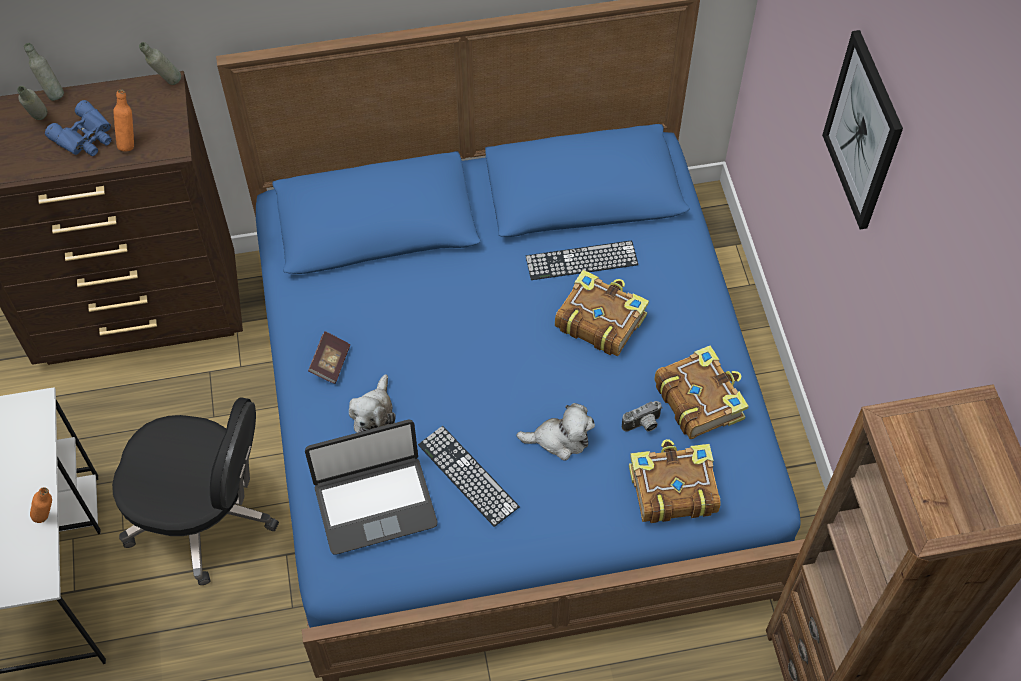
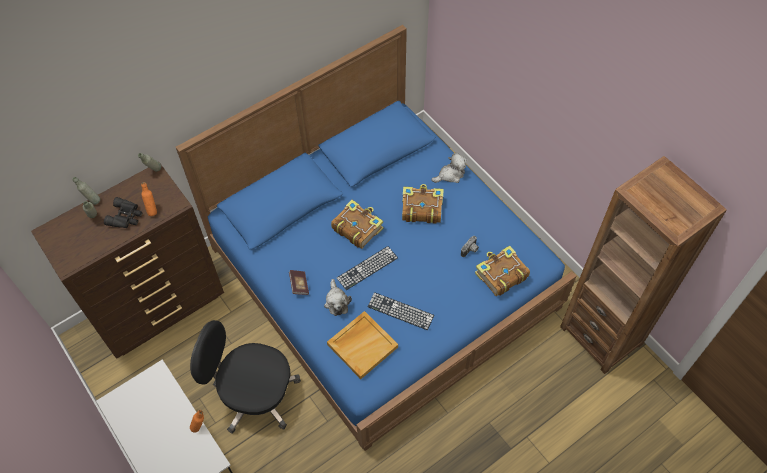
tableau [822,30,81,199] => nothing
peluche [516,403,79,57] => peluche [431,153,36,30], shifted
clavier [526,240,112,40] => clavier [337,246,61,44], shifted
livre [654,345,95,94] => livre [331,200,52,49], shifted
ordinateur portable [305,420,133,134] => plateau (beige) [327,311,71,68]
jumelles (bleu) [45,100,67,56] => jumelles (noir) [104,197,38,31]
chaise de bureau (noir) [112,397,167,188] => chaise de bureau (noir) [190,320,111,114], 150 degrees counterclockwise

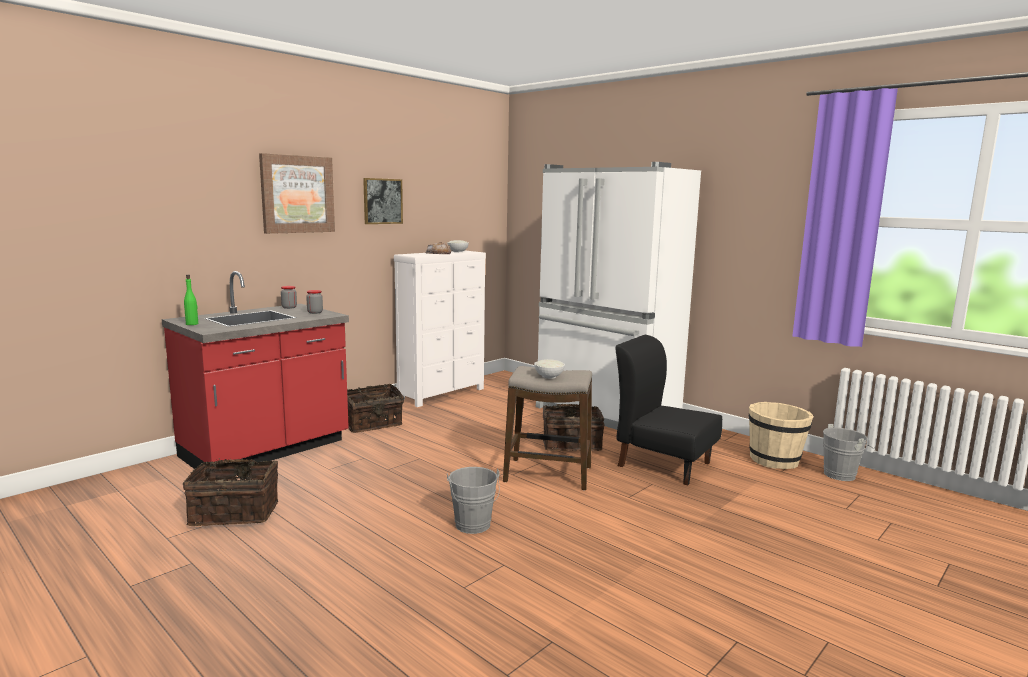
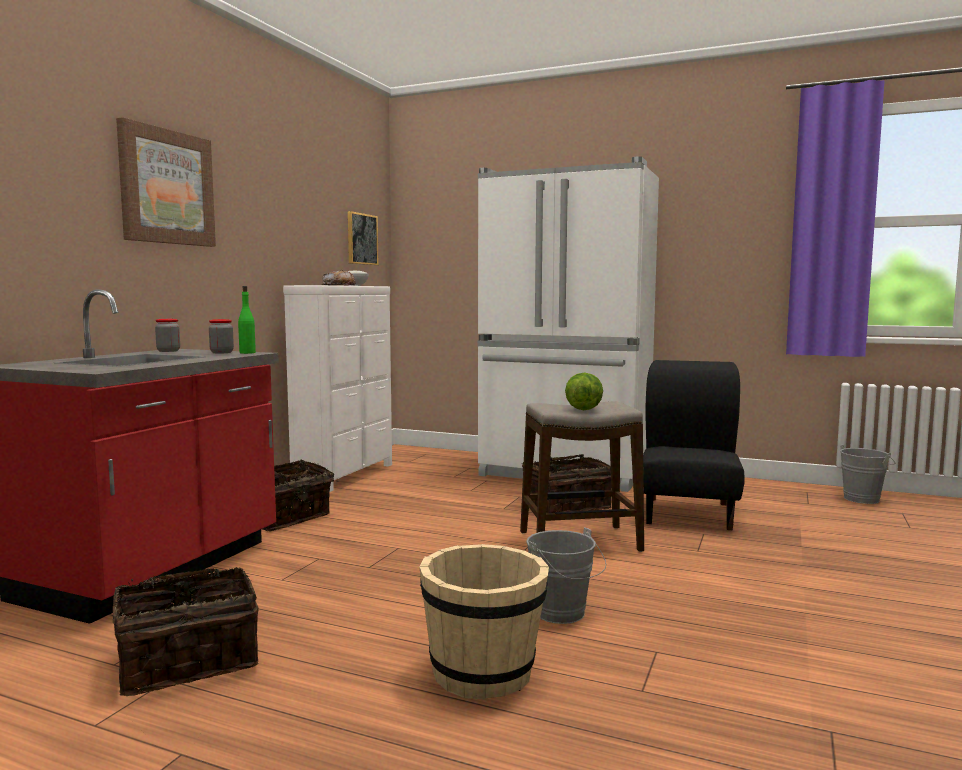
bouteille (vert) [184,275,14,50] => bouteille (vert) [238,286,18,68], shifted
tableau [363,178,40,46] => tableau [348,211,31,54], shifted
seau (beige) [749,402,65,67] => seau (beige) [419,544,130,156], shifted
bol (blanc) [534,359,31,20] => laitue [565,373,38,37]
chaise (noir) [615,335,107,151] => chaise (noir) [643,360,102,170], 90 degrees clockwise

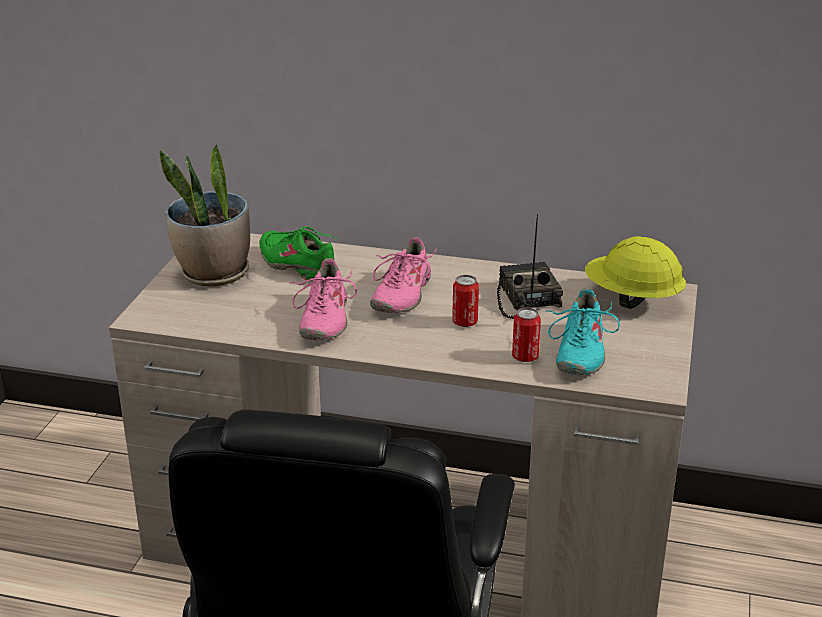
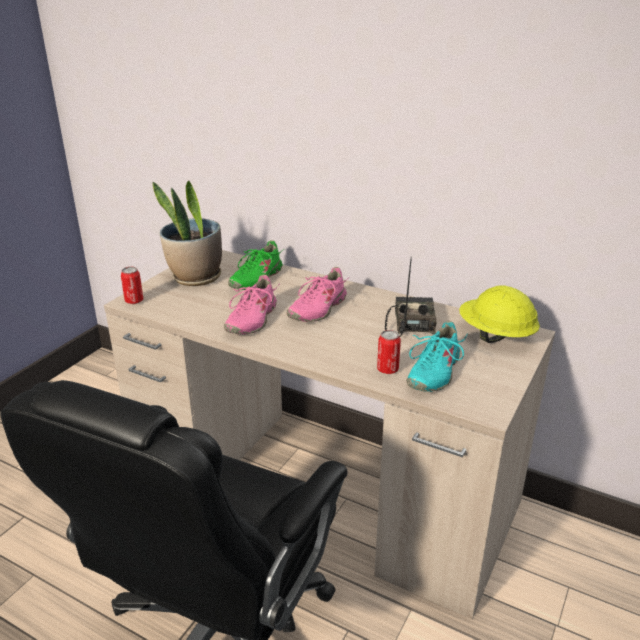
boîte métallique [452,275,27,52] => boîte métallique [121,267,22,37], shifted
chaussure (vert) [259,227,79,55] => chaussure (vert) [228,240,56,50], 120 degrees counterclockwise

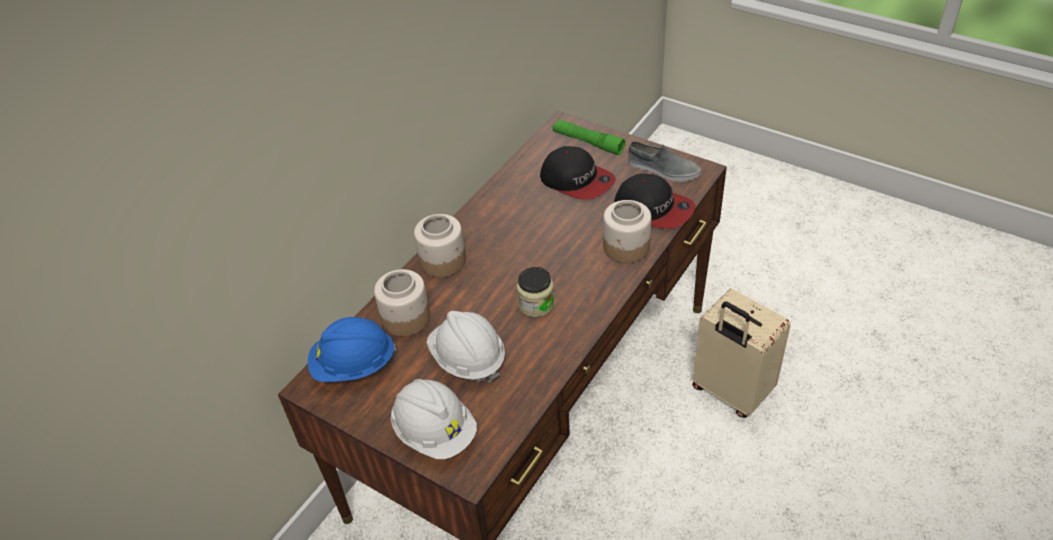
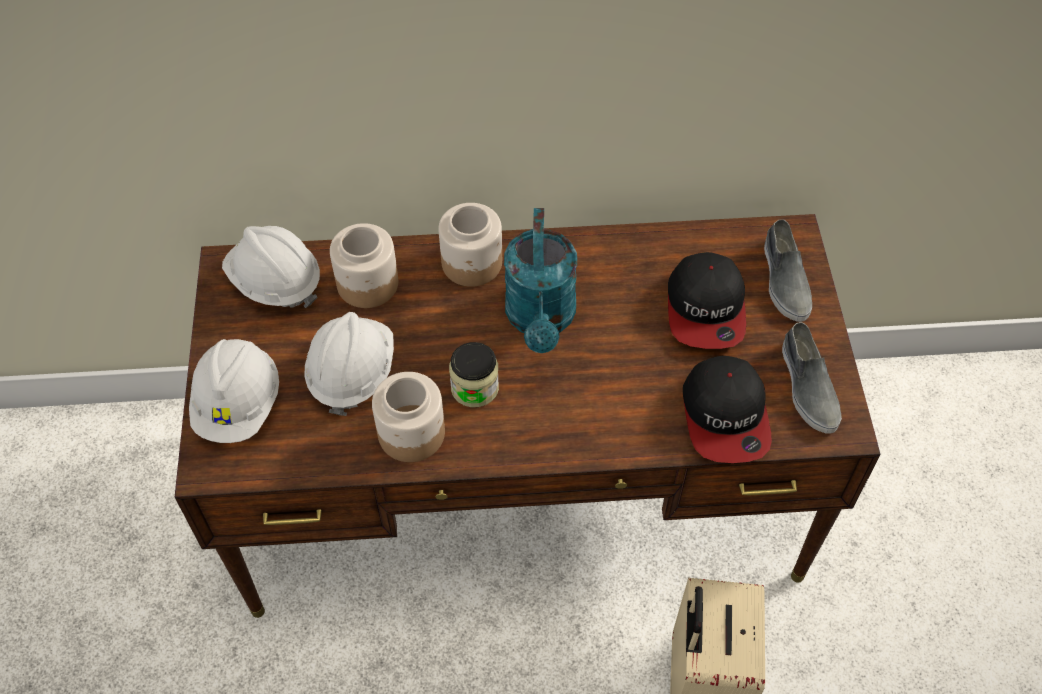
nothing => arrosoir (turquoise) [504,208,73,145]
bocal [603,200,49,64] => bocal [372,372,73,90], shifted
lampe de poche (vert) [553,119,73,36] => chaussure (gris) [764,219,48,103]
casque de chantier (bleu) [308,317,88,65] => casque de chantier (blanc) [222,226,98,82]

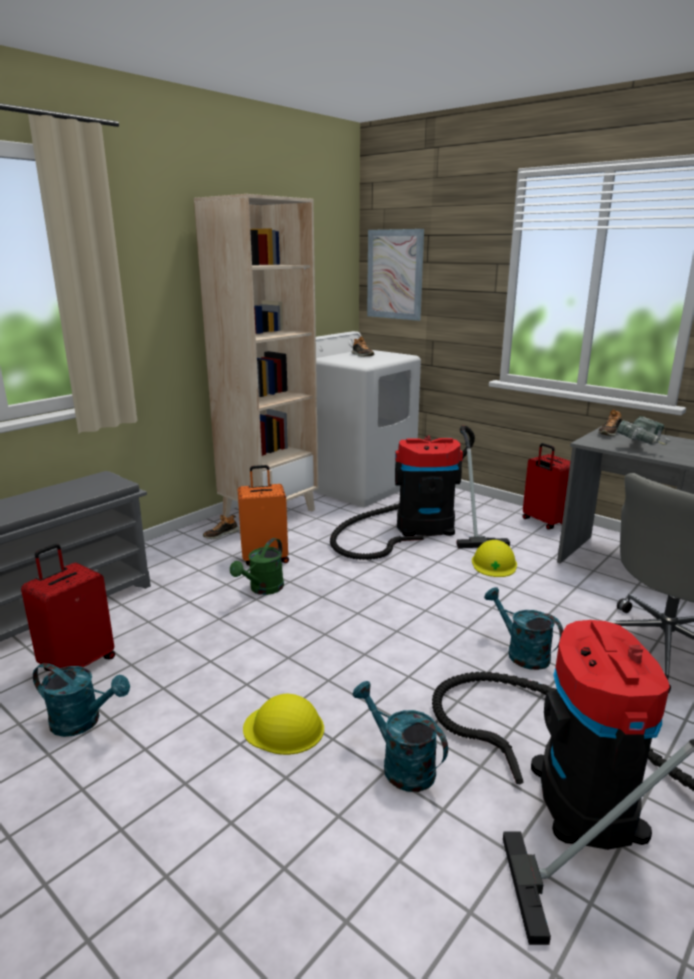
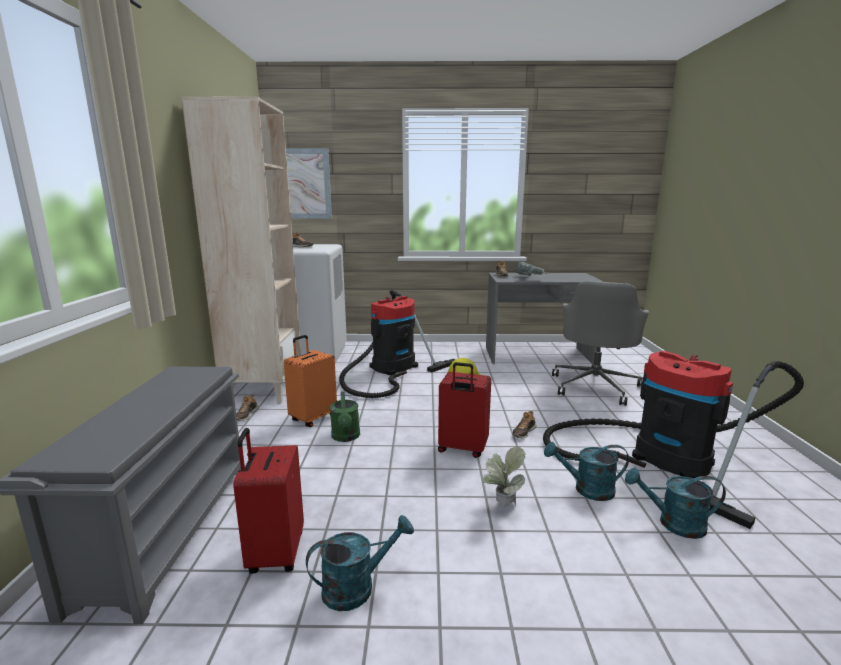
nothing => chaussure [512,411,25,27]
arrosoir (turquoise) [484,587,79,83] => arrosoir (turquoise) [625,468,101,71], shifted
valise (rouge) [522,443,48,87] => valise (rouge) [438,362,53,96], shifted
casque de chantier (jaune) [243,694,81,61] => plante en pot [483,447,42,59]

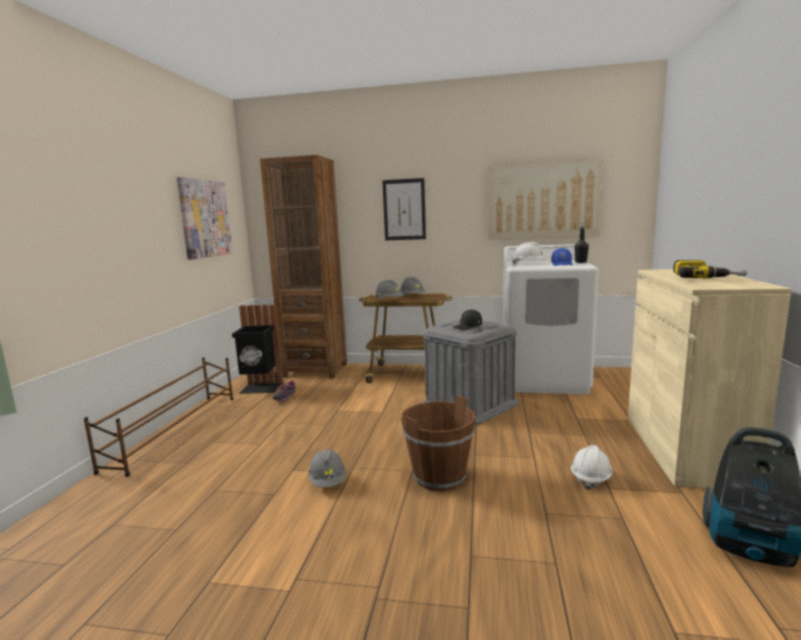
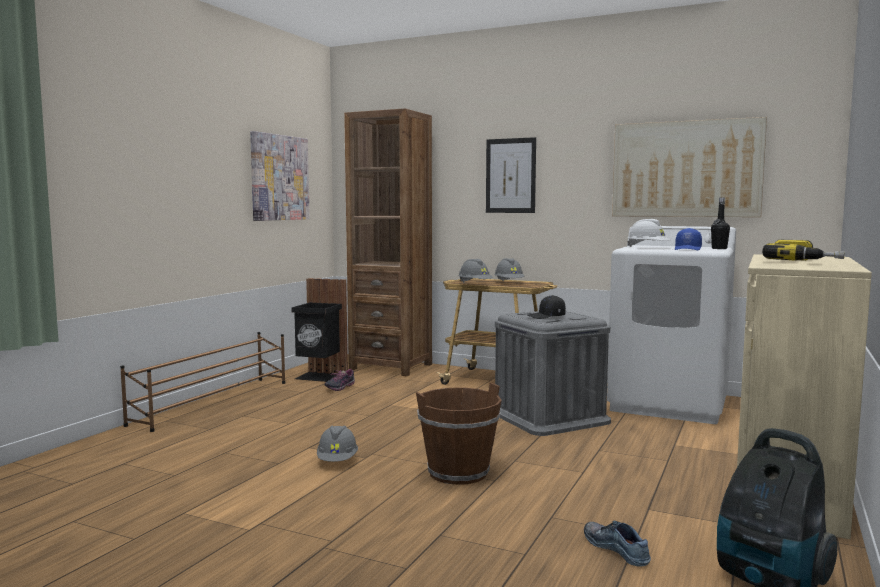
casque de chantier (blanc) [571,445,41,45] => nothing
nothing => chaussure [584,520,67,47]

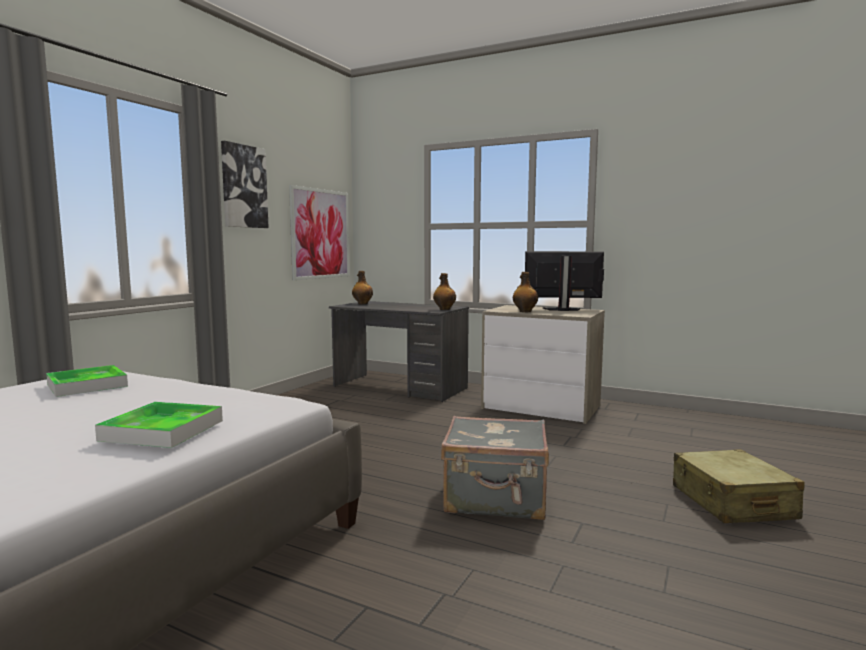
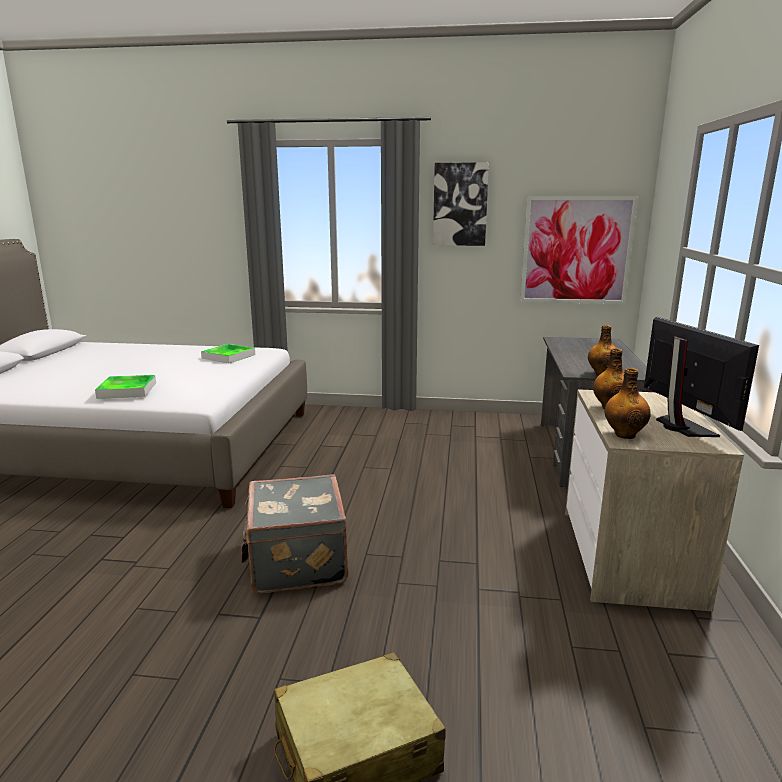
bouteille [352,271,21,33] => bouteille [605,368,46,71], shifted

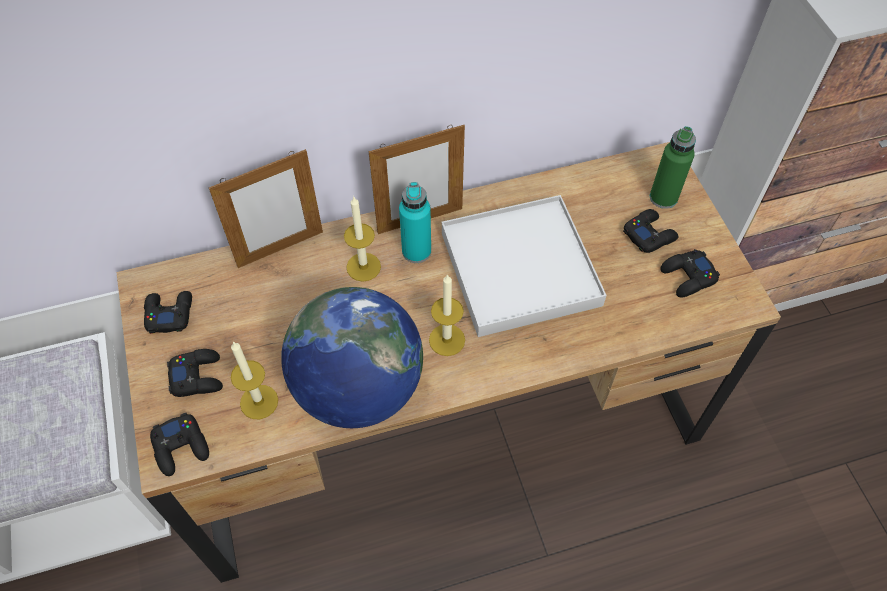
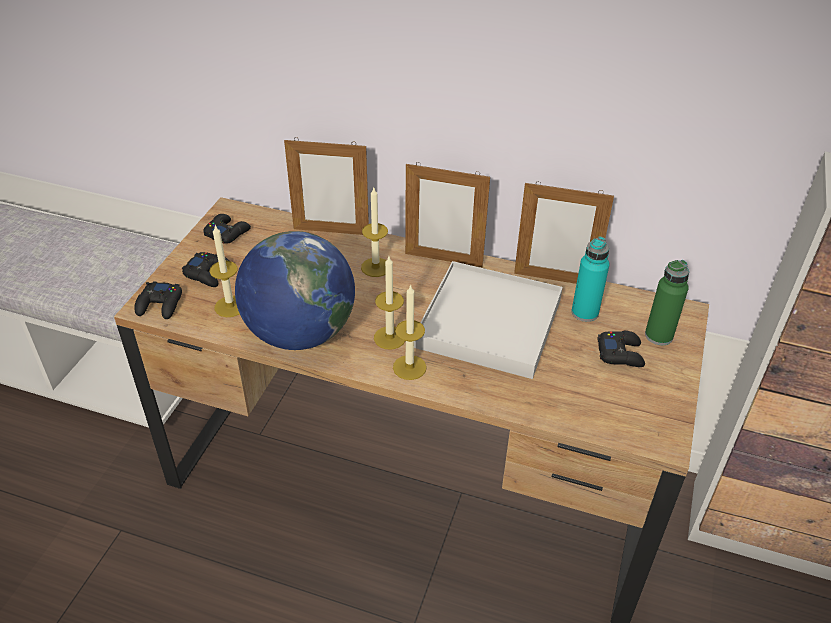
manette (noir) [660,249,60,48] => nothing
nothing => bougie [393,284,34,96]
nothing => cadre photo [514,181,100,103]
bouteille (turquoise) [399,182,32,81] => bouteille (turquoise) [572,236,38,86], shifted

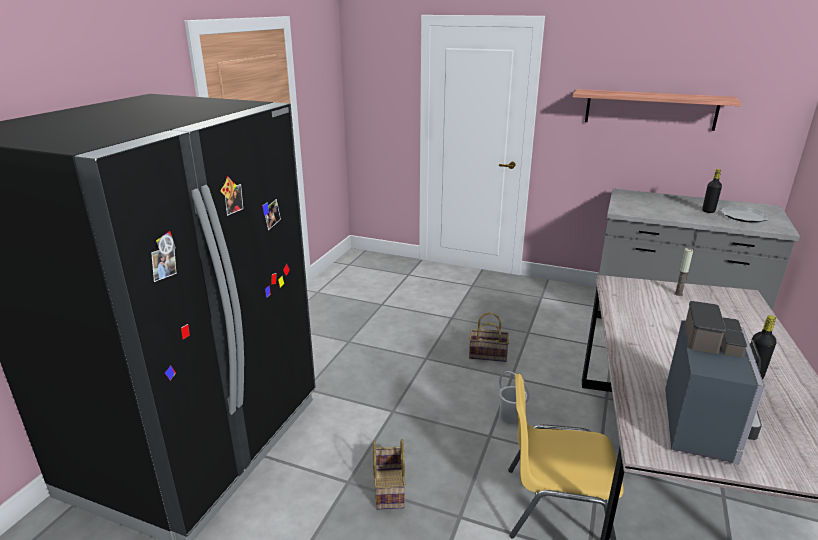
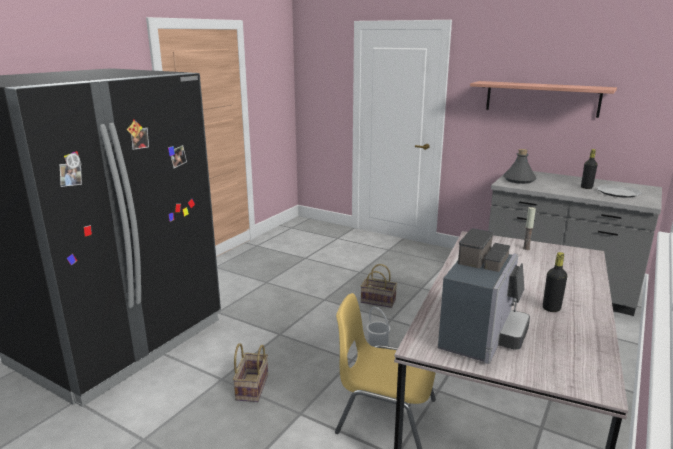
nothing => bouteille (gris) [503,149,33,35]

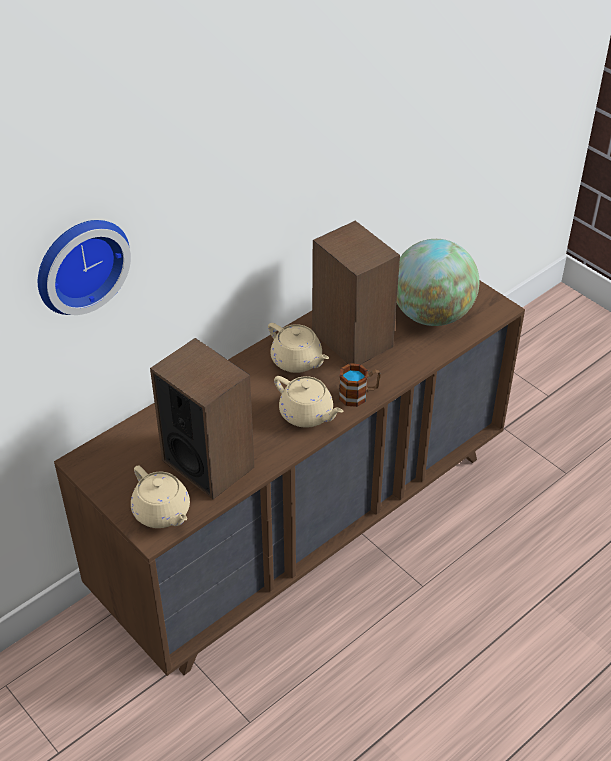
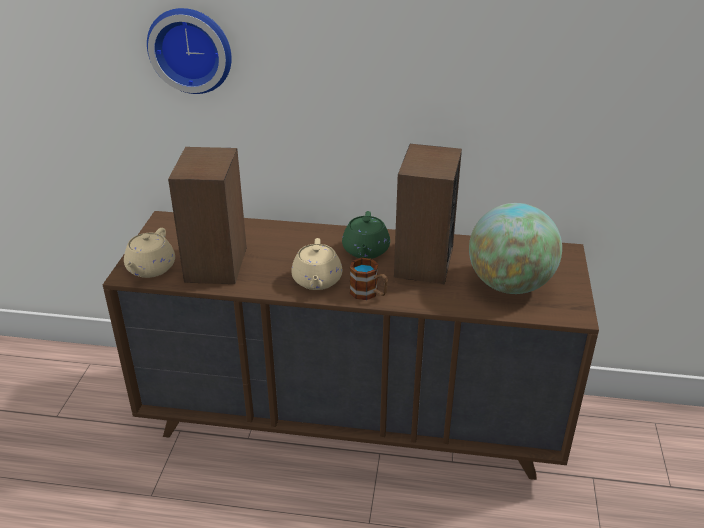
théière (beige) [268,323,61,50] => théière (vert) [342,211,48,48]

